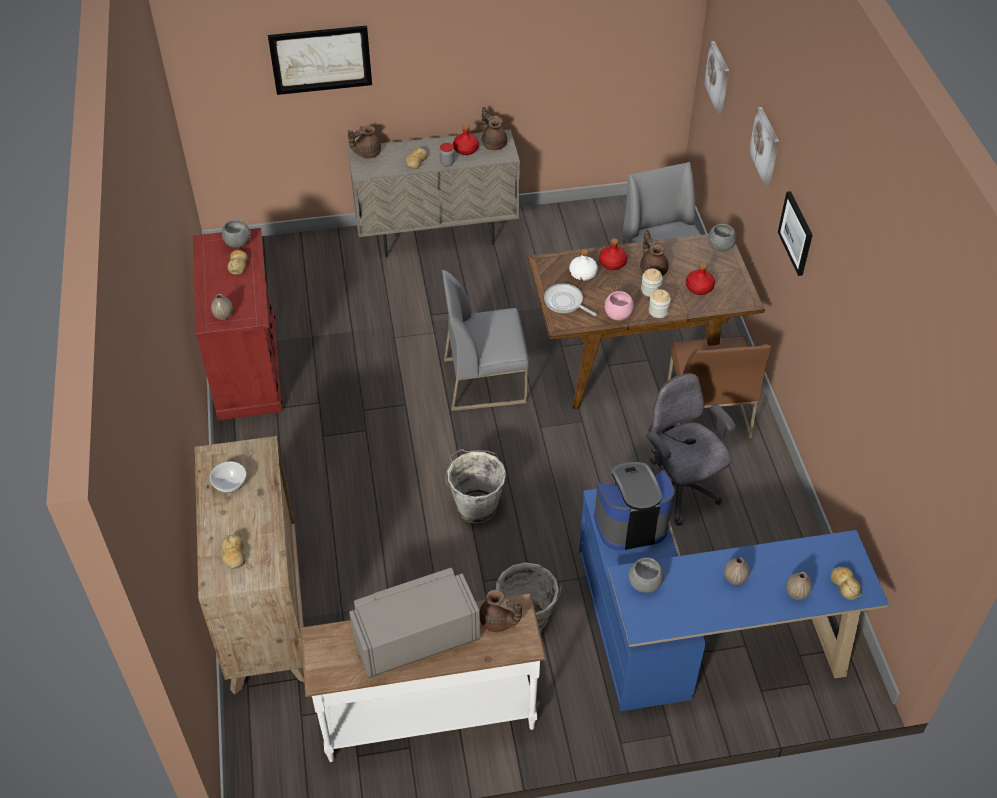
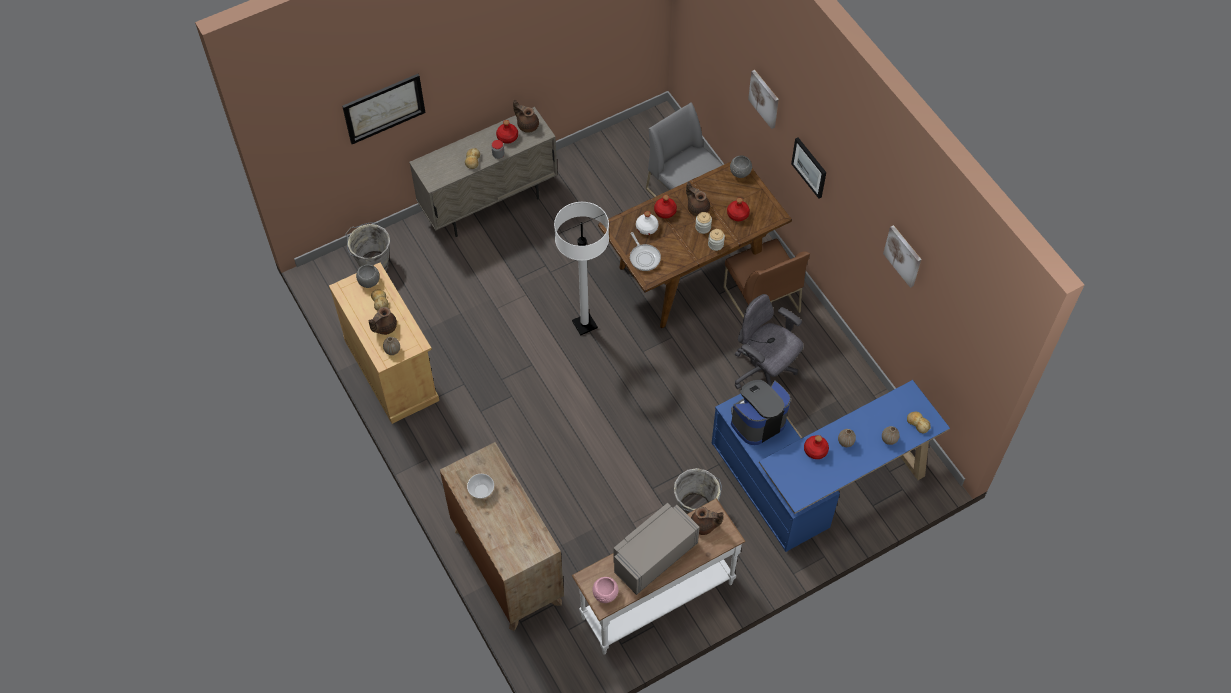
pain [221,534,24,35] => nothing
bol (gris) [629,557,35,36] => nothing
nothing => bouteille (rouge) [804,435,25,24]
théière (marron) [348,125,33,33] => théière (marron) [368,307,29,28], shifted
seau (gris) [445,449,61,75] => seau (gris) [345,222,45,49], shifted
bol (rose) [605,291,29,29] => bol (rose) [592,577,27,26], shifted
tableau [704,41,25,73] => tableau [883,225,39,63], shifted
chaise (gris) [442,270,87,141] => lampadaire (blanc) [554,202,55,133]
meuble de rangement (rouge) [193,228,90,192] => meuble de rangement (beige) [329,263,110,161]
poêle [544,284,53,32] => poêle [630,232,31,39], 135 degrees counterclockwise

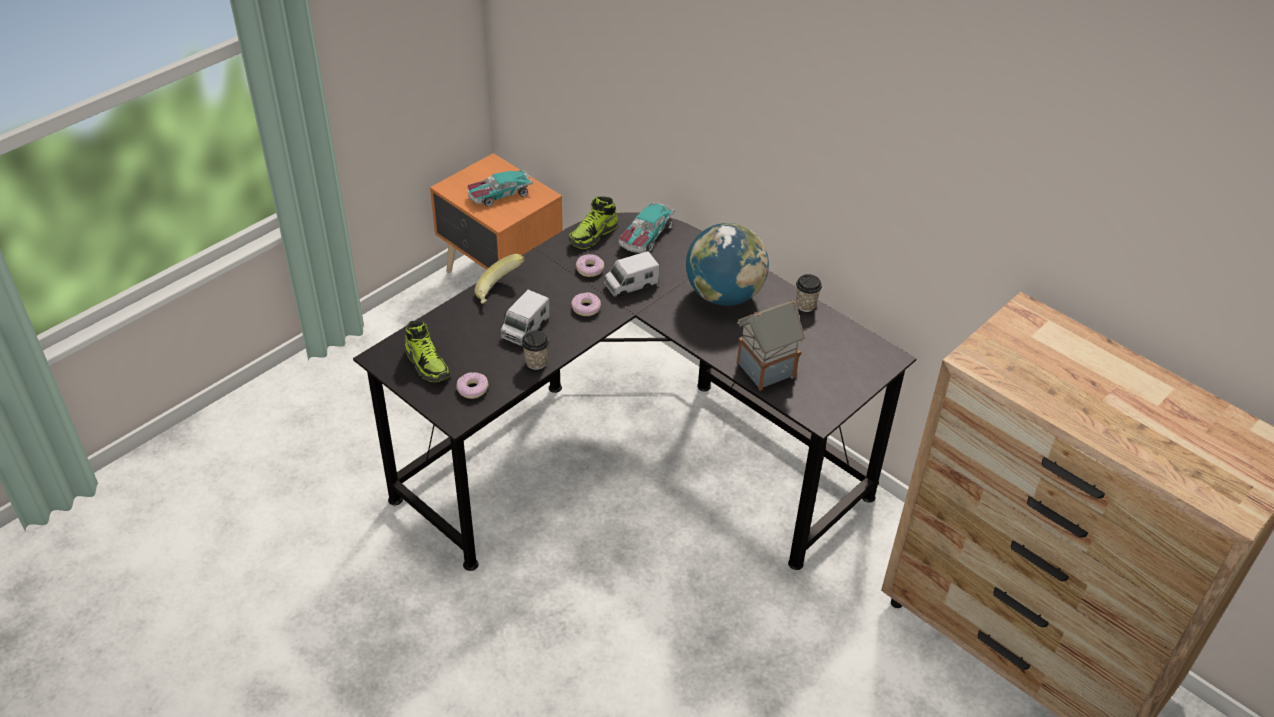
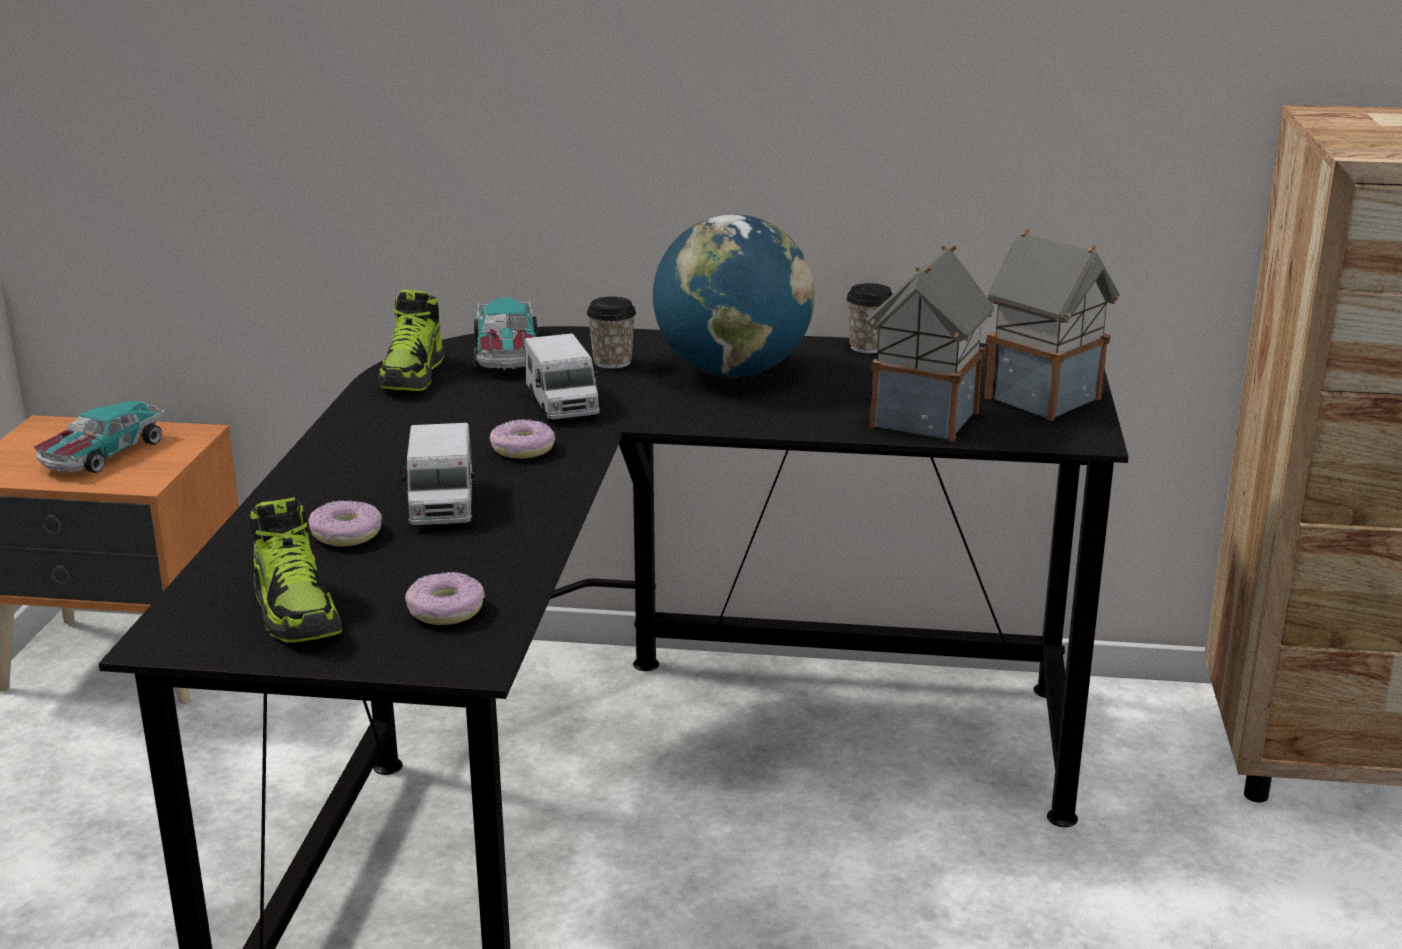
banane [474,254,51,50] => nothing
nothing => maison miniature [984,229,136,192]
tasse [522,330,27,40] => tasse [587,297,49,72], shifted
beignet [576,254,28,23] => beignet [308,500,74,47], shifted
chaussure [405,321,46,61] => chaussure [249,497,93,145], 45 degrees clockwise
camion jouet [604,251,55,46] => camion jouet [525,333,75,87], 45 degrees counterclockwise

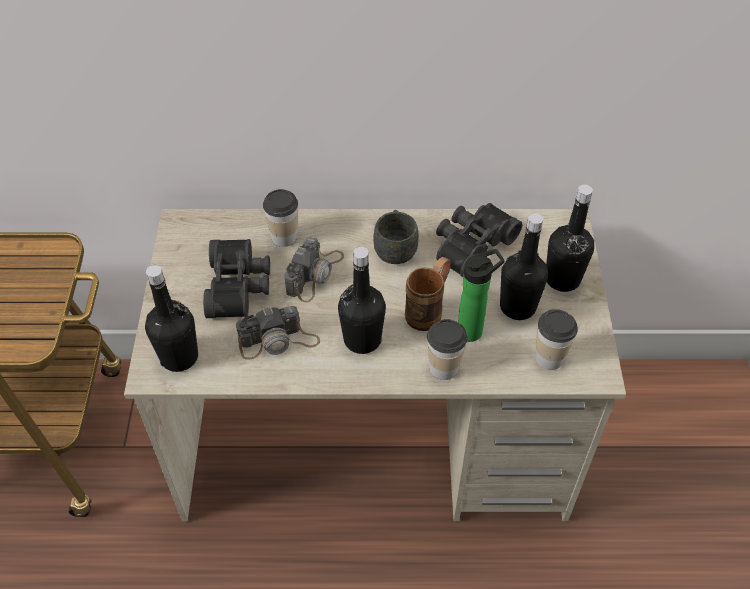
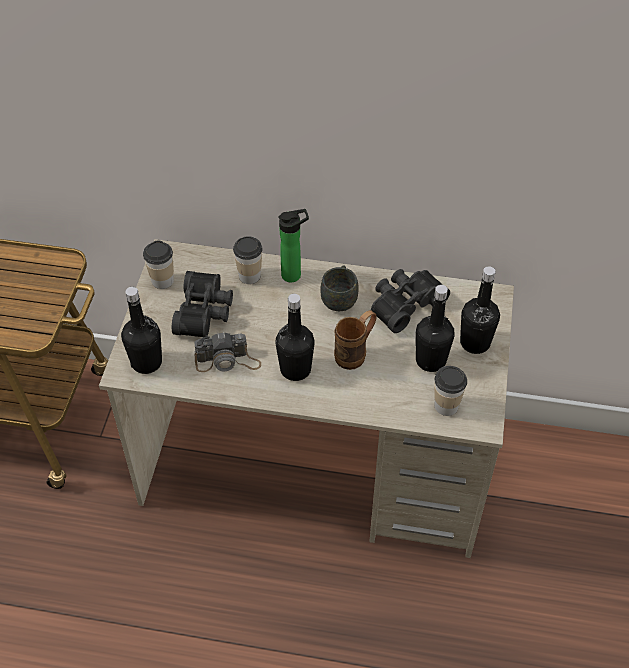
appareil photo [284,237,60,65] => nothing
tasse [427,319,40,61] => tasse [143,241,31,48], shifted
bouteille [458,249,47,93] => bouteille [279,209,30,73], shifted

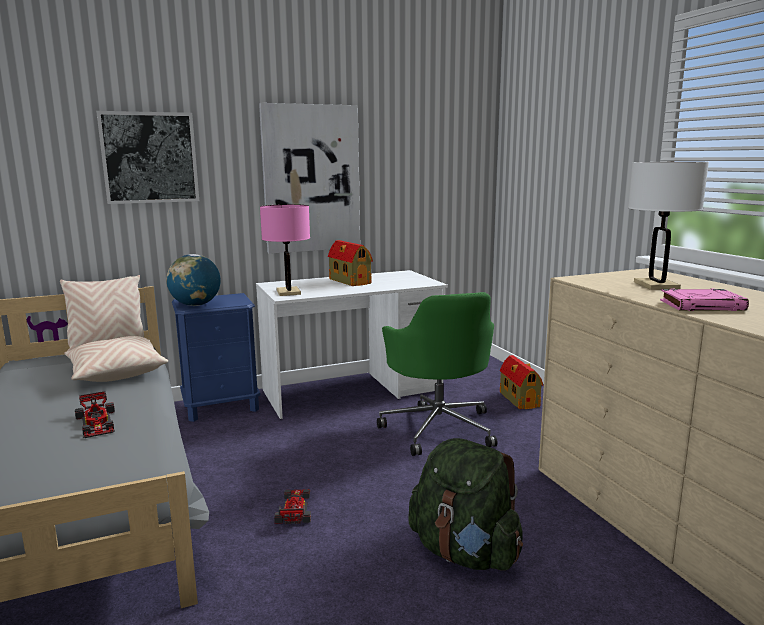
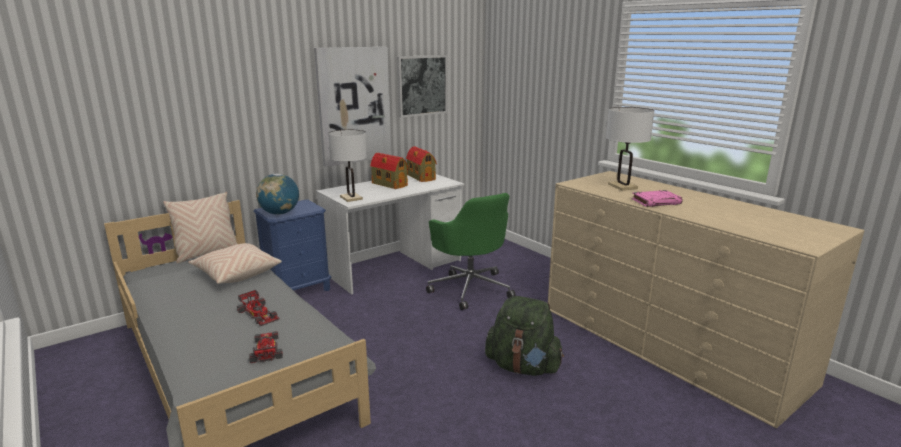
tableau [96,111,103,93] => tableau [397,55,50,63], shifted
petite voiture [274,489,37,35] => petite voiture [249,331,34,32], shifted
maison miniature [500,355,43,54] => maison miniature [406,146,31,36], shifted
lampe de table (rose) [260,204,50,92] => lampe de table (blanc) [328,130,39,72]

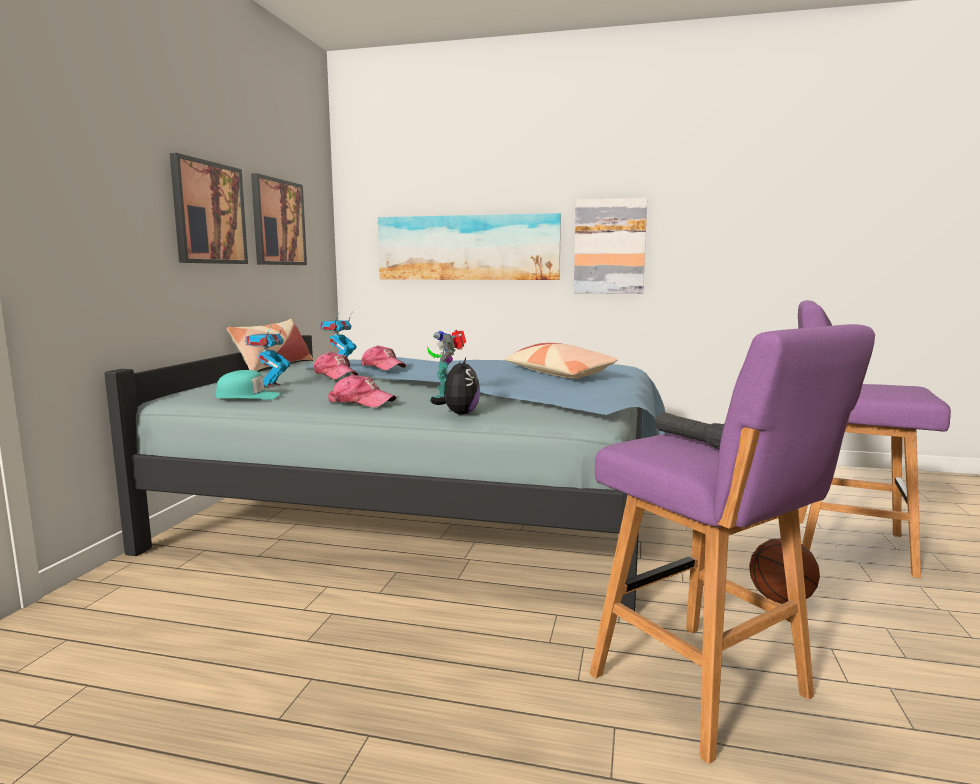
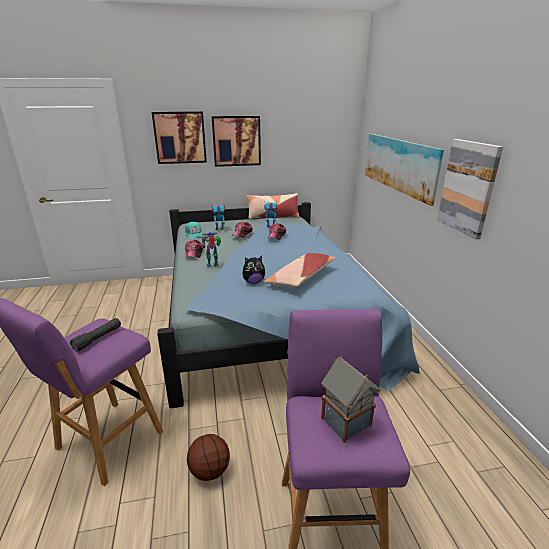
nothing => maison miniature [321,355,60,87]
tableau [251,173,56,92] => tableau [152,111,55,53], shifted
peluche [430,358,50,56] => peluche [243,256,22,28], shifted

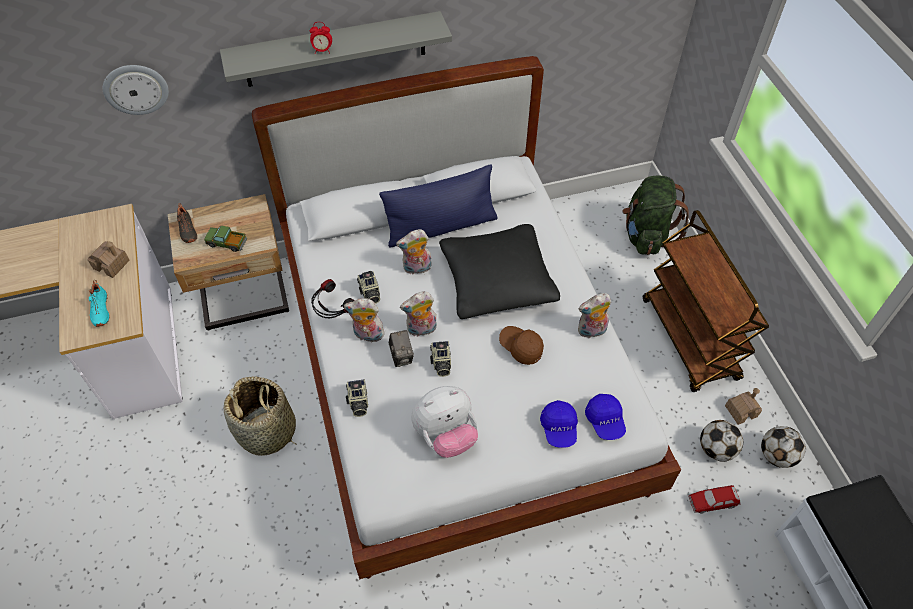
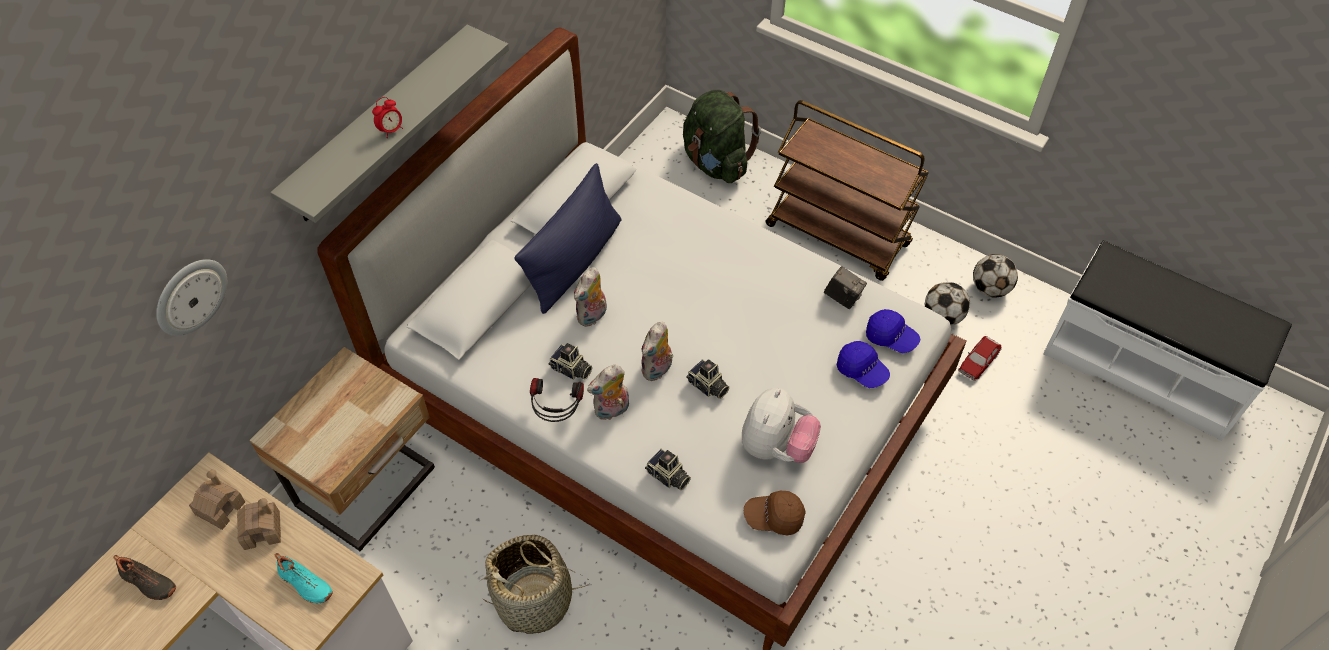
camion jouet [204,226,43,26] => nothing
coussin (noir) [439,224,121,95] => nothing
peluche [578,293,33,45] => nothing
chaussure (noir) [177,203,20,40] => chaussure (noir) [113,555,63,45], shifted
appareil photo [389,330,25,37] => appareil photo [824,266,43,43], shifted
casquette (marron) [499,326,45,39] => casquette (marron) [744,491,62,45], shifted
maison miniature [725,388,37,37] => maison miniature [189,470,56,60], shifted

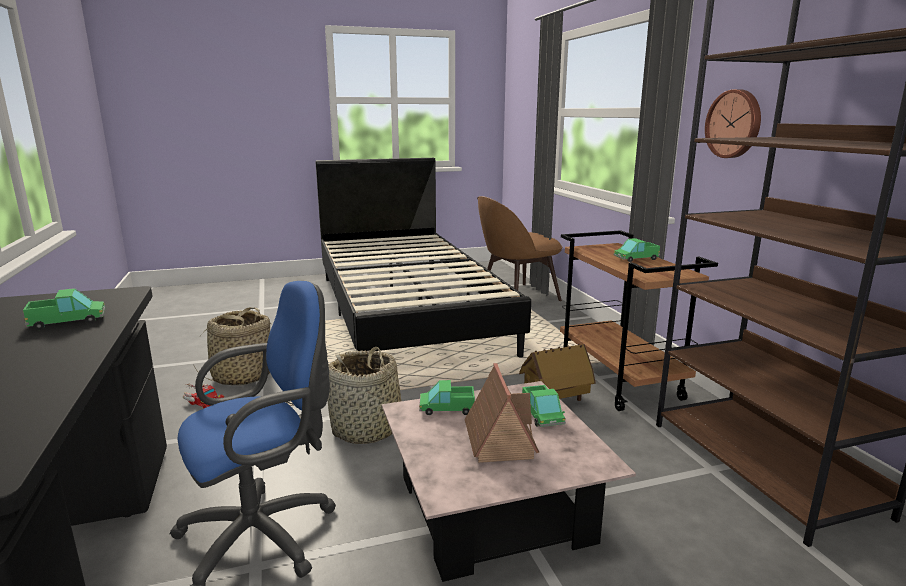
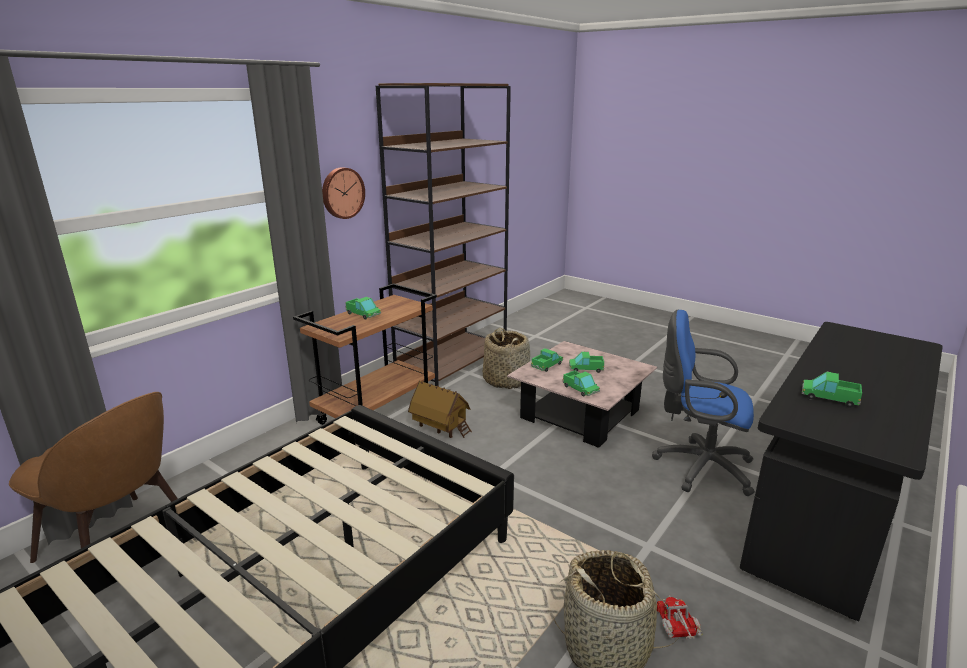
panier [327,347,74,97] => panier [483,328,47,61], shifted
maison miniature [465,363,75,100] => camion jouet [569,352,35,21]

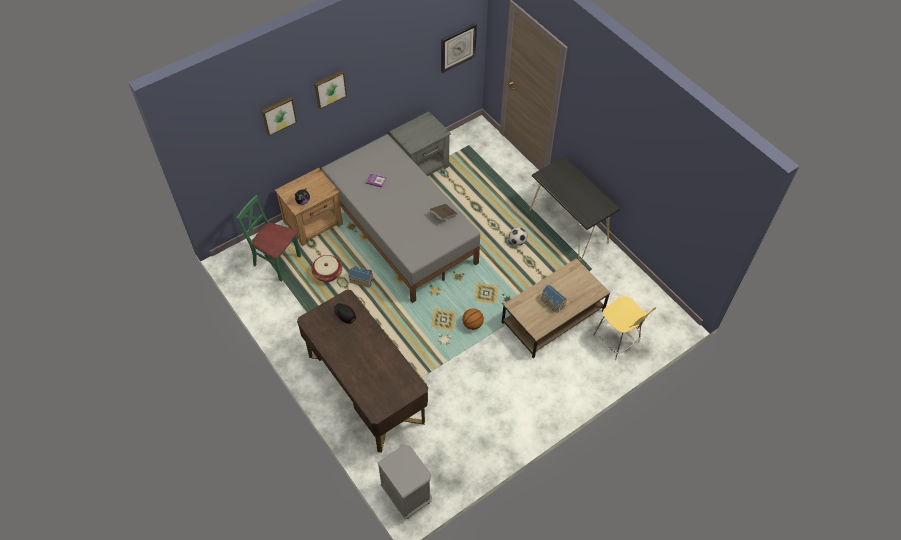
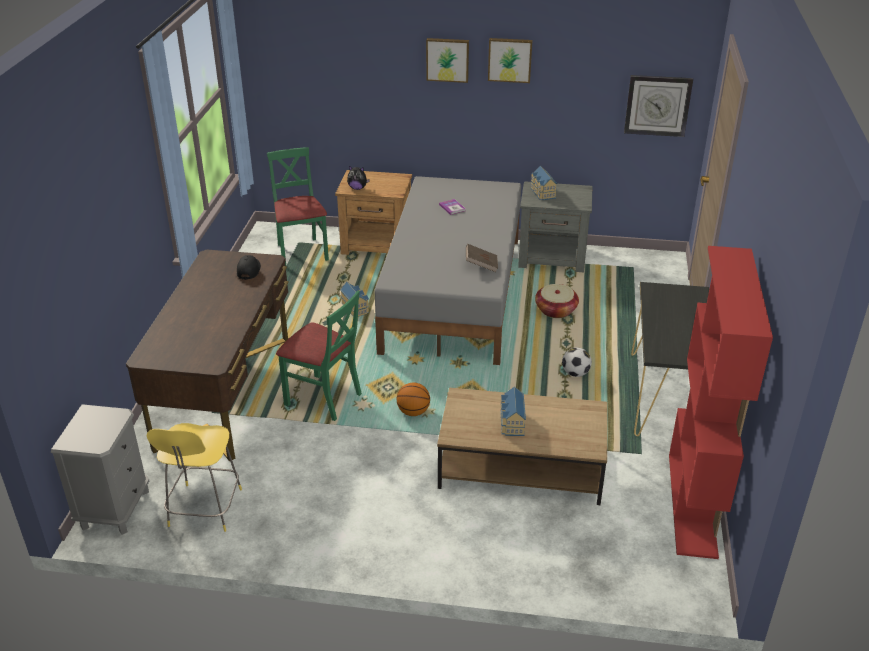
nothing => chaise (vert) [276,290,86,131]
nothing => maison miniature [530,166,27,34]
nothing => bibliothèque (rouge) [669,246,104,313]
tableau [262,97,35,39] => tableau [488,38,45,45], shifted
panier [311,255,31,27] => panier [535,284,44,34], shifted
tabouret (jaune) [592,296,64,64] => tabouret (jaune) [147,423,95,109], shifted

